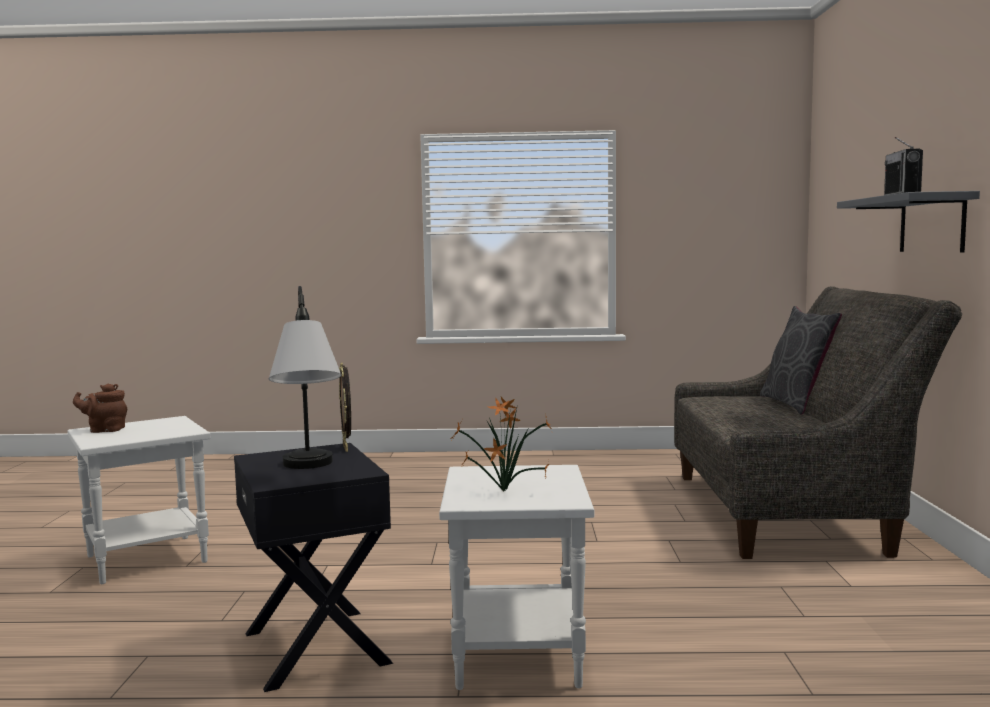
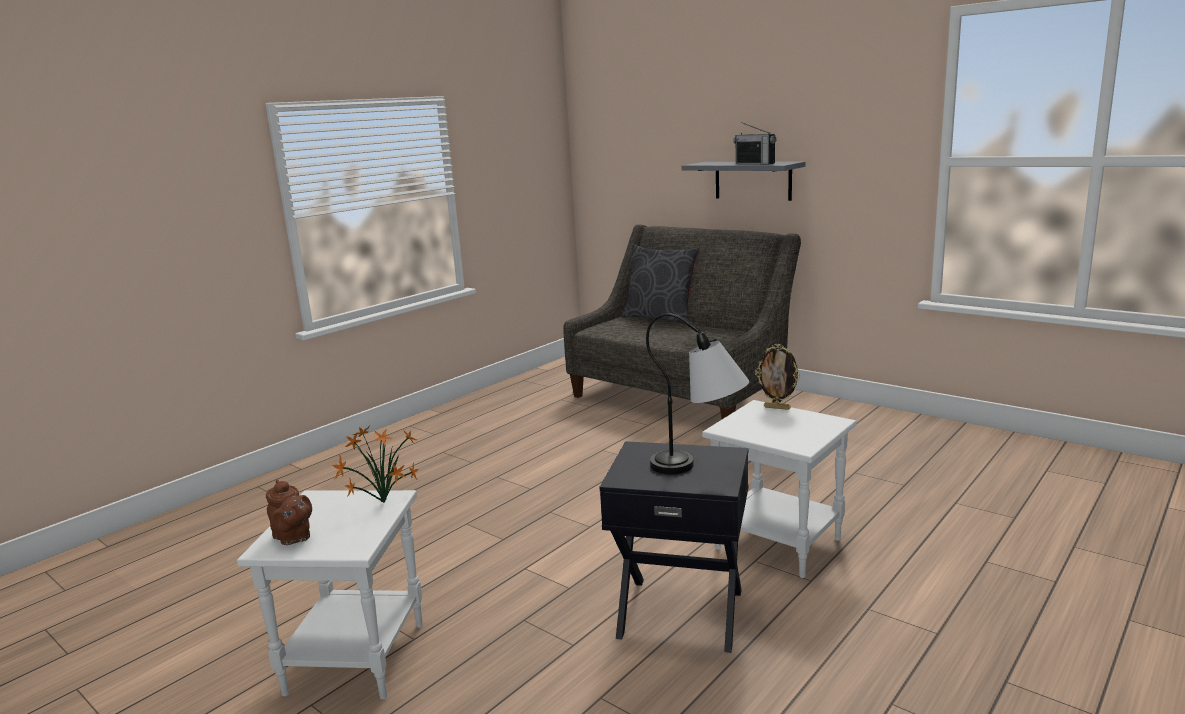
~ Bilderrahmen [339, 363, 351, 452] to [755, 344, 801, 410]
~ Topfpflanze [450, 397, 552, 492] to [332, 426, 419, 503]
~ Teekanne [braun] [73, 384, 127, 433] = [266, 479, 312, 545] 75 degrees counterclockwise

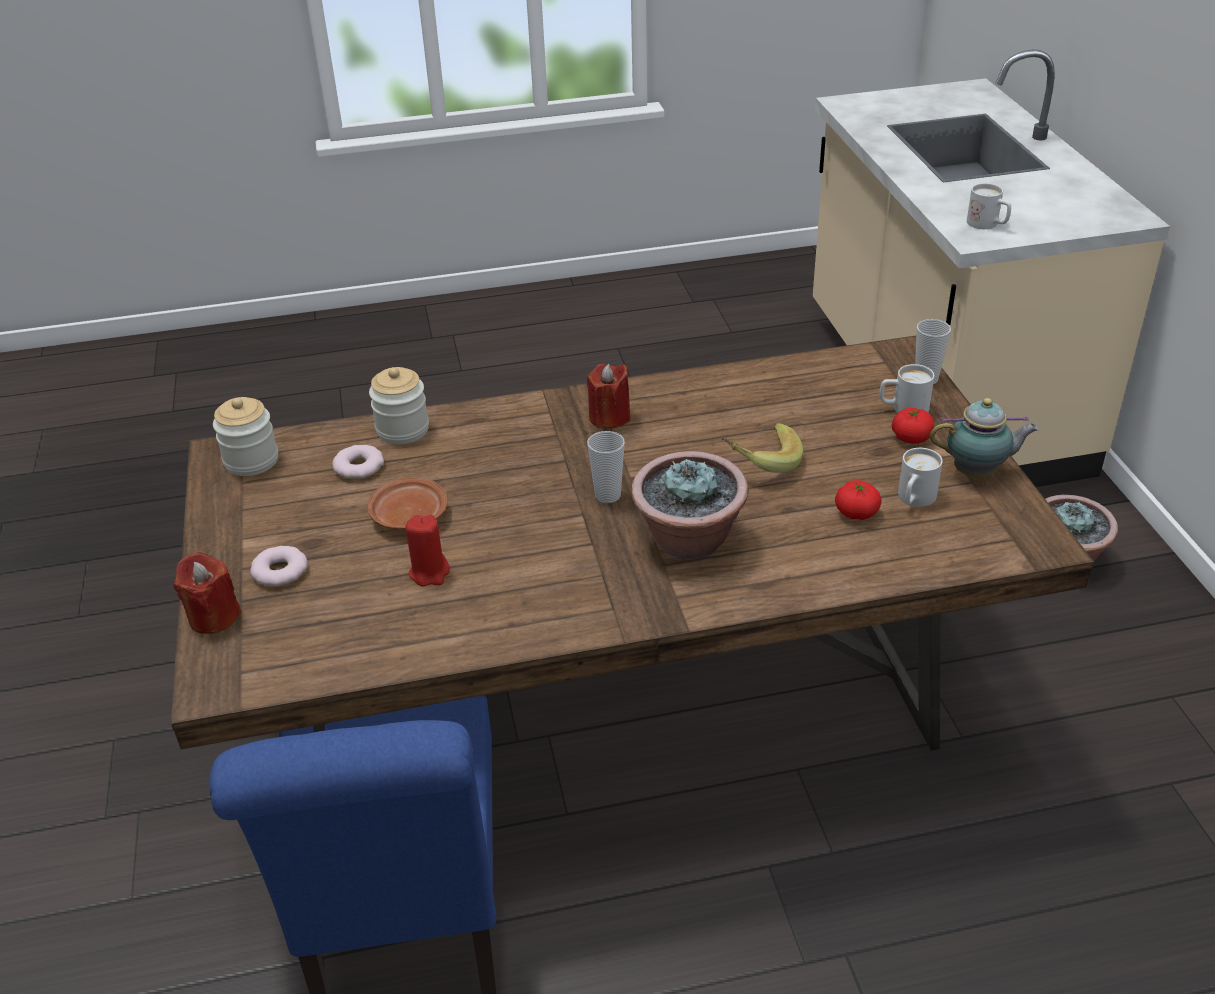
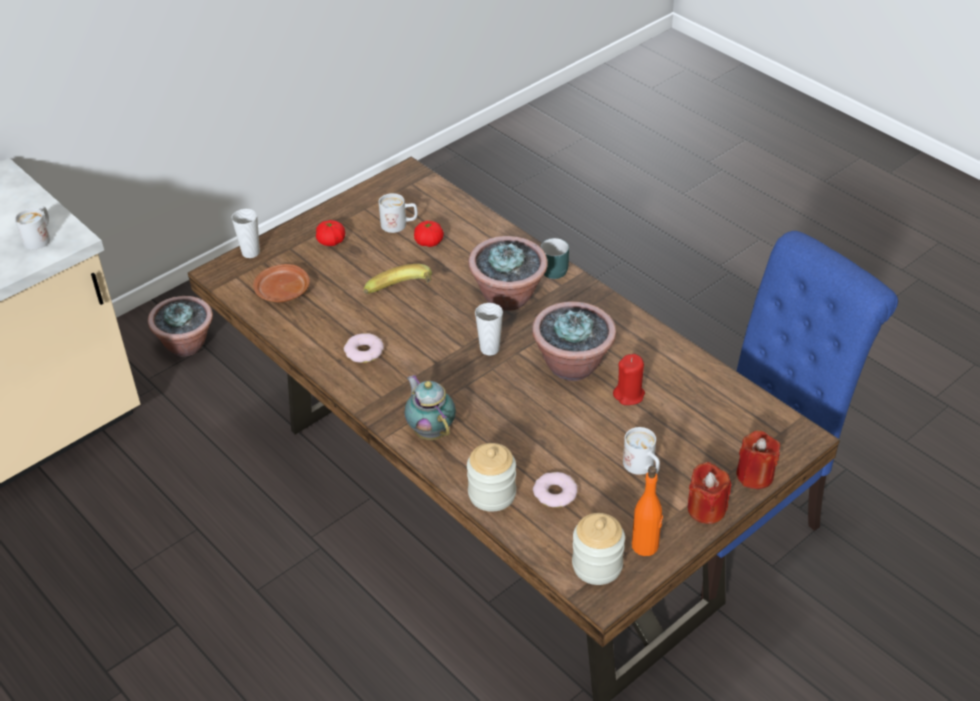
+ Topfpflanze [532, 302, 616, 381]
+ Henkelbecher [türkis] [540, 238, 569, 279]
+ Flasche [orange] [632, 466, 663, 556]
~ Donut [250, 546, 307, 587] to [344, 333, 384, 363]
~ Teller [braun] [367, 477, 448, 530] to [253, 264, 310, 302]
~ Kerze [rot] [587, 364, 630, 429] to [688, 462, 731, 524]
~ Henkelbecher [weiß] [879, 364, 934, 413] to [623, 427, 660, 475]
~ Teekanne [930, 398, 1039, 477] to [404, 375, 456, 440]

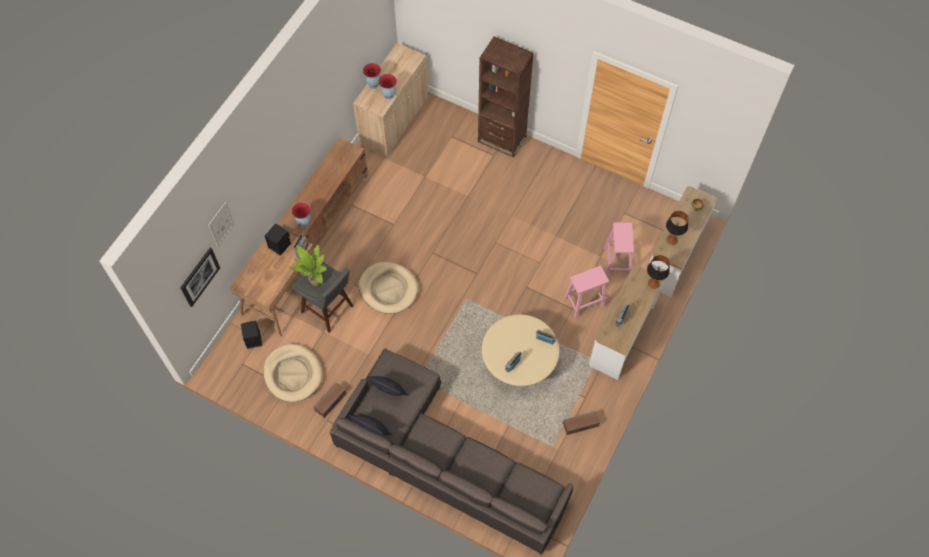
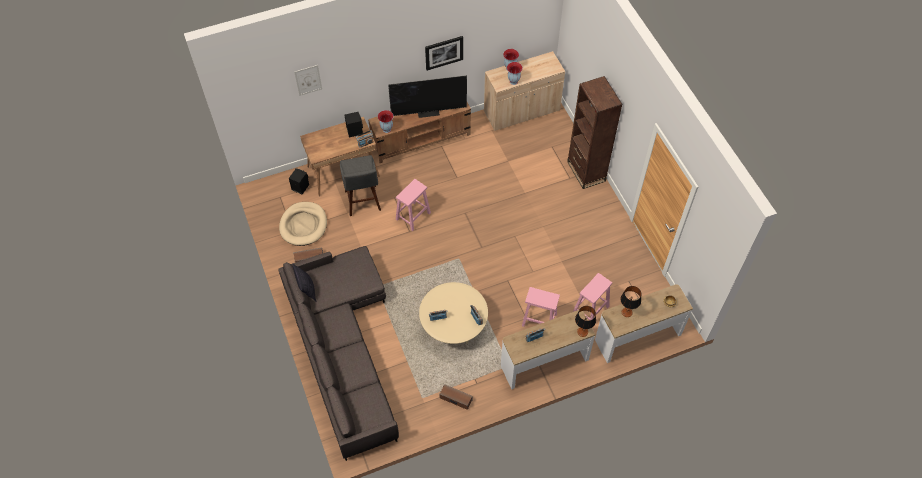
- Topfpflanze [289, 245, 327, 286]
- Kissen [366, 376, 408, 396]
+ Fernseher [388, 75, 467, 118]
~ Bild [180, 248, 220, 307] to [425, 36, 463, 71]
~ Hundebett [beige] [359, 262, 418, 314] to Hocker [rosa] [396, 179, 431, 231]

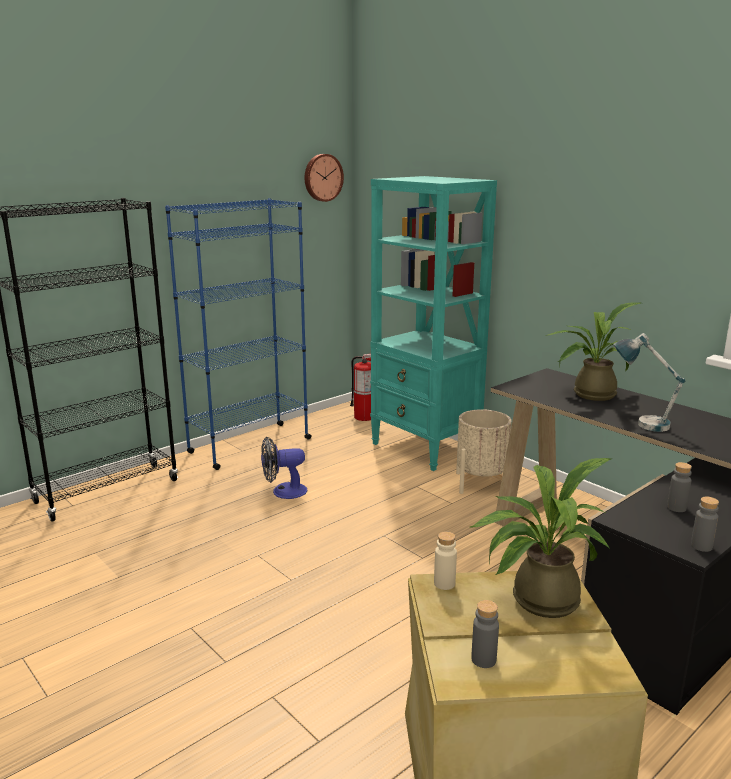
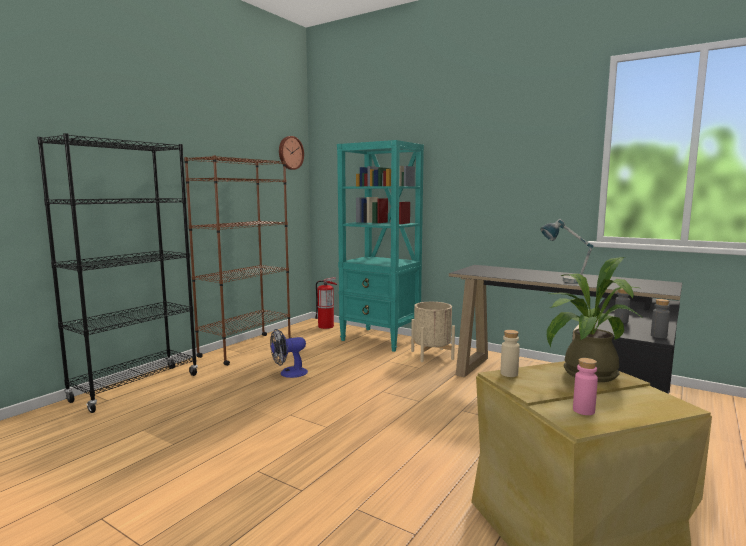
- Topfpflanze [545, 302, 640, 401]
~ Bücherregal [blau] [165, 198, 312, 470] to Bücherregal [braun] [184, 155, 291, 366]
~ Flasche [grau] [471, 600, 499, 668] to Flasche [rosa] [573, 358, 598, 415]

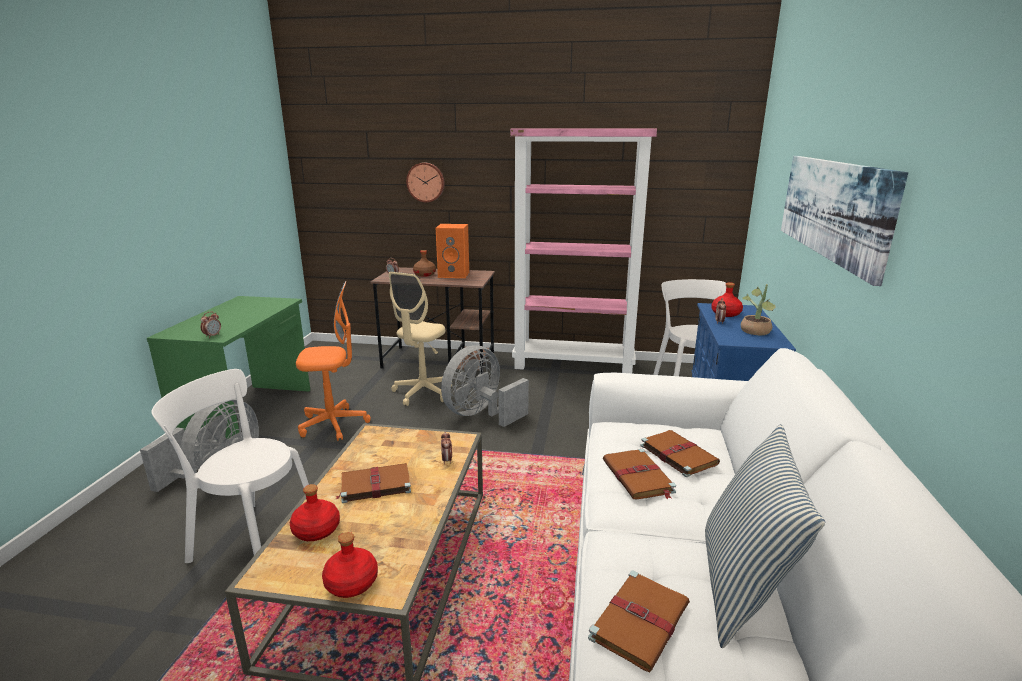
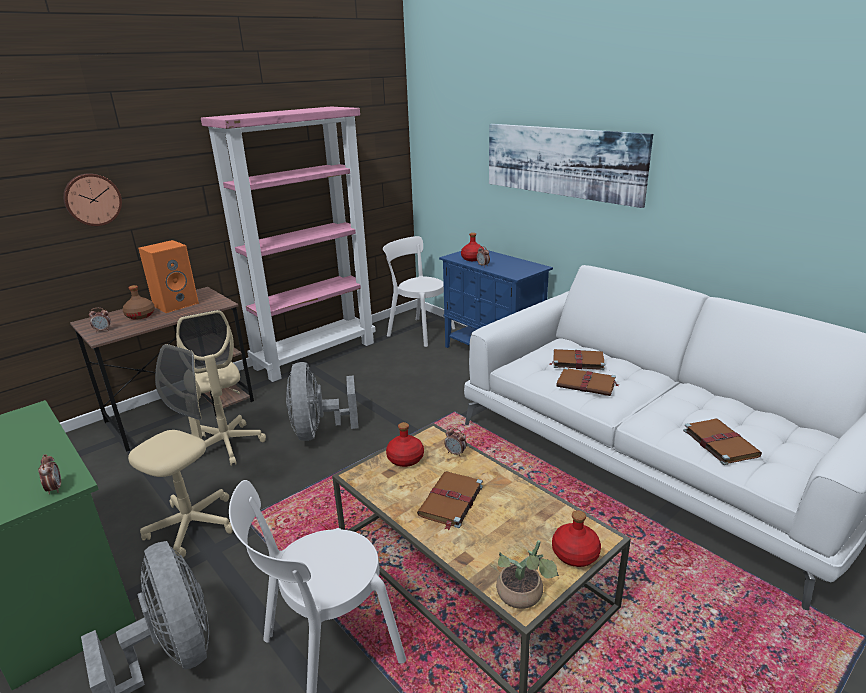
- Kissen [705, 424, 825, 648]
~ Flasche [rot] [290, 484, 340, 541] to [386, 422, 424, 467]
~ Topfpflanze [741, 284, 776, 335] to [496, 540, 559, 609]
~ Bürostuhl [orange] [296, 281, 371, 441] to Bürostuhl [beige] [128, 344, 233, 558]

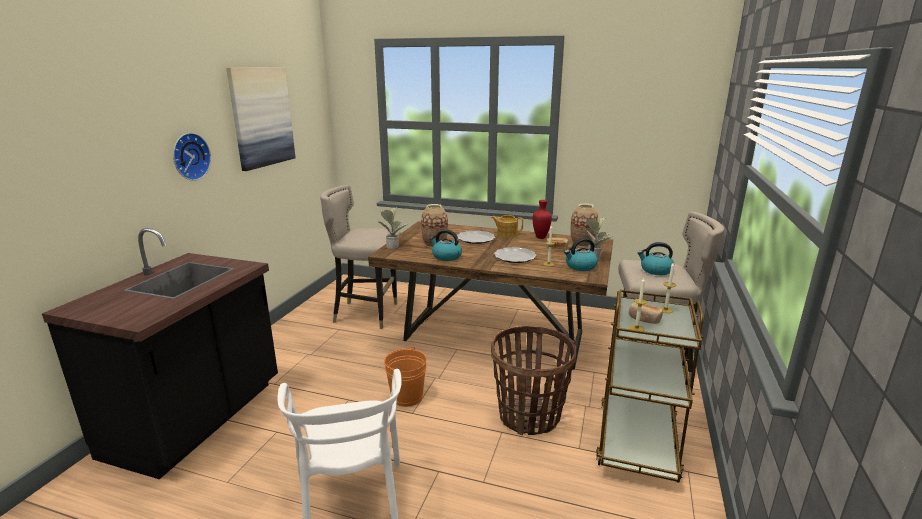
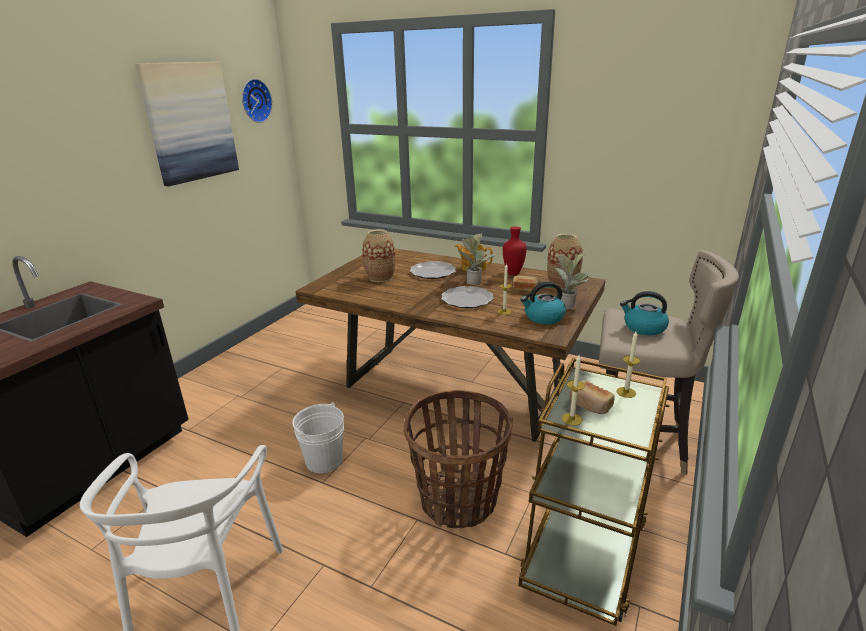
- Hocker [beige] [320, 185, 401, 329]
- Wasserkessel [430, 229, 462, 261]
~ Wanduhr [173, 133, 211, 181] to [242, 79, 272, 123]
~ Topfpflanze [378, 207, 408, 249] to [458, 233, 494, 285]
~ Eimer [orange] [384, 346, 427, 407] to Eimer [weiß] [292, 402, 344, 473]

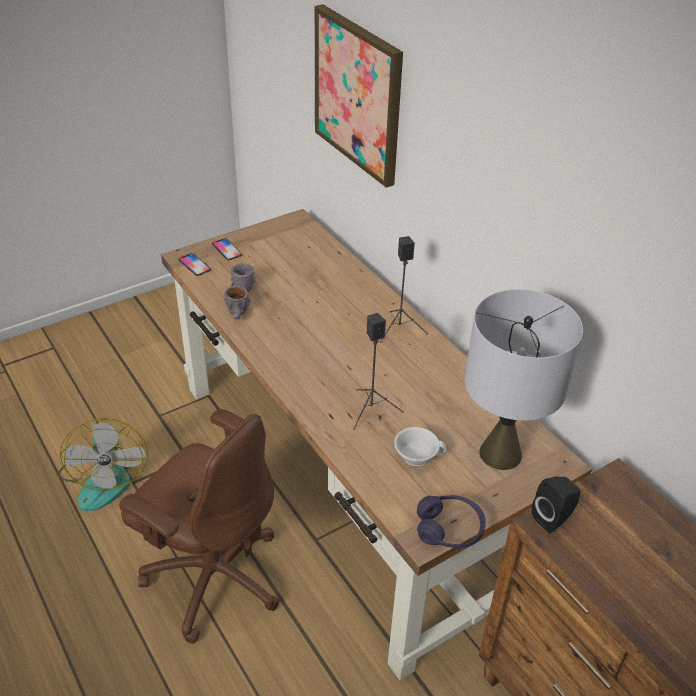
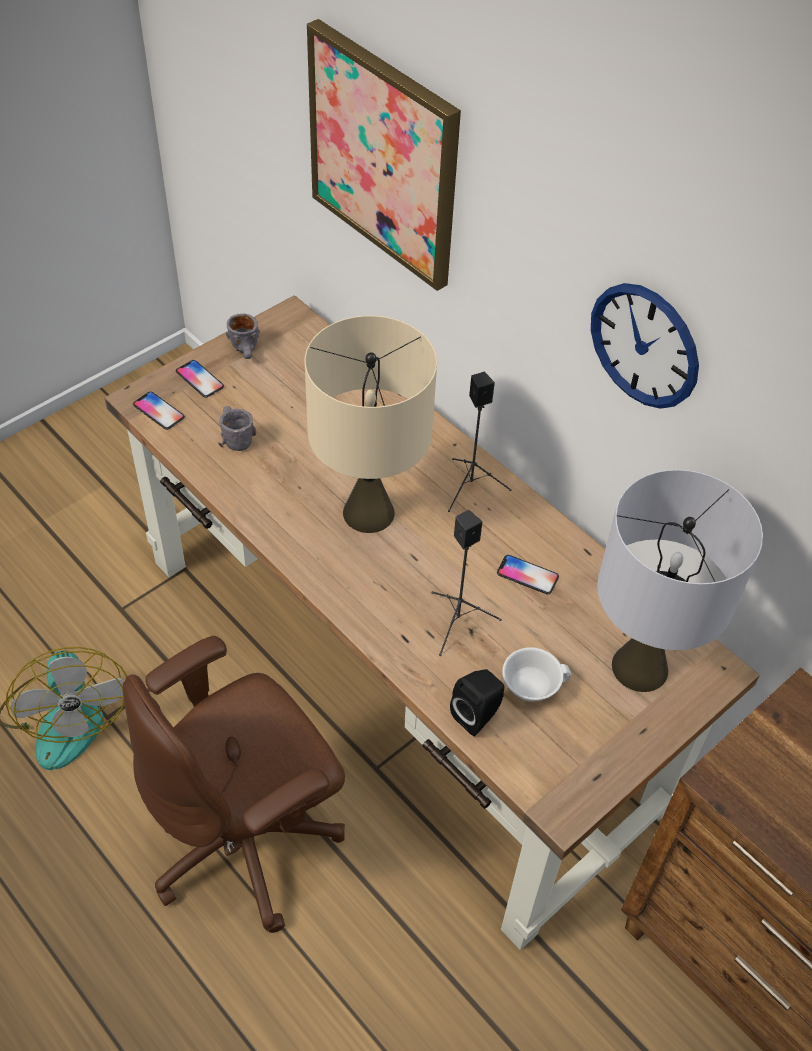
- Kopfhörer [lila] [417, 495, 486, 549]
+ Tischlampe [beige] [305, 316, 437, 533]
+ Handy [497, 555, 559, 594]
+ Wanduhr [591, 283, 699, 409]
~ Henkelbecher [grau] [224, 286, 251, 320] to [226, 314, 260, 359]
~ Lautsprecher [schwarz] [532, 476, 580, 533] to [450, 669, 504, 736]
~ Bürostuhl [braun] [119, 409, 280, 643] = [123, 636, 345, 933] 120 degrees clockwise

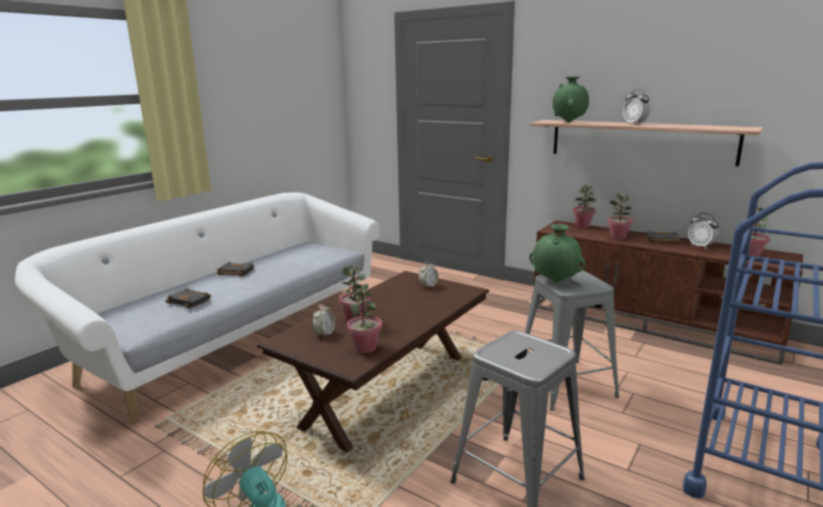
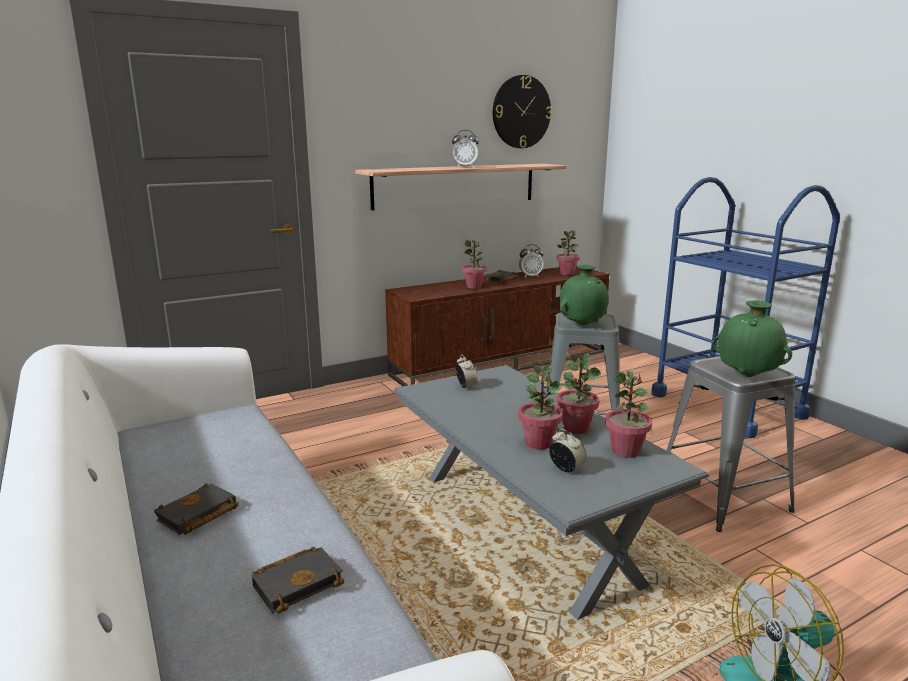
+ Wanduhr [493, 75, 552, 148]
~ Vase [grün] [553, 76, 589, 122] to [713, 300, 792, 377]
~ Topfpflanze [573, 185, 596, 228] to [556, 353, 601, 434]
~ Couchtisch [braun] [257, 271, 489, 452] to Couchtisch [grau] [394, 365, 709, 620]

